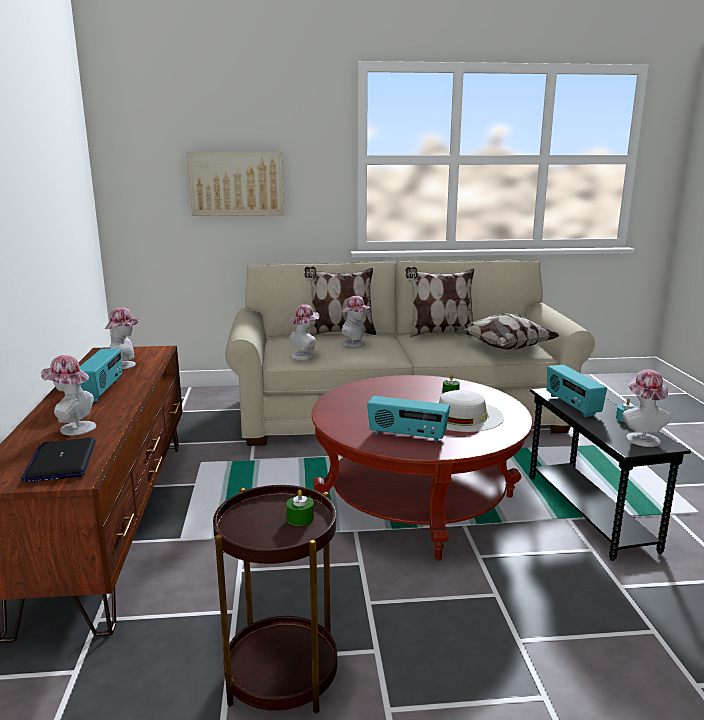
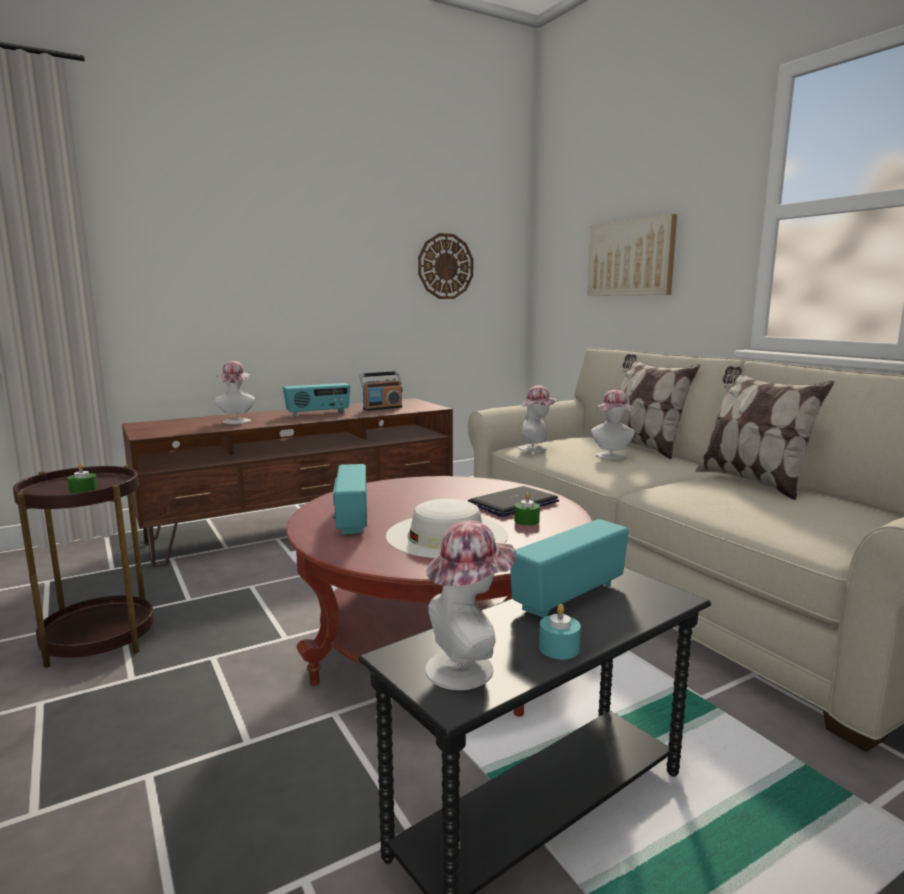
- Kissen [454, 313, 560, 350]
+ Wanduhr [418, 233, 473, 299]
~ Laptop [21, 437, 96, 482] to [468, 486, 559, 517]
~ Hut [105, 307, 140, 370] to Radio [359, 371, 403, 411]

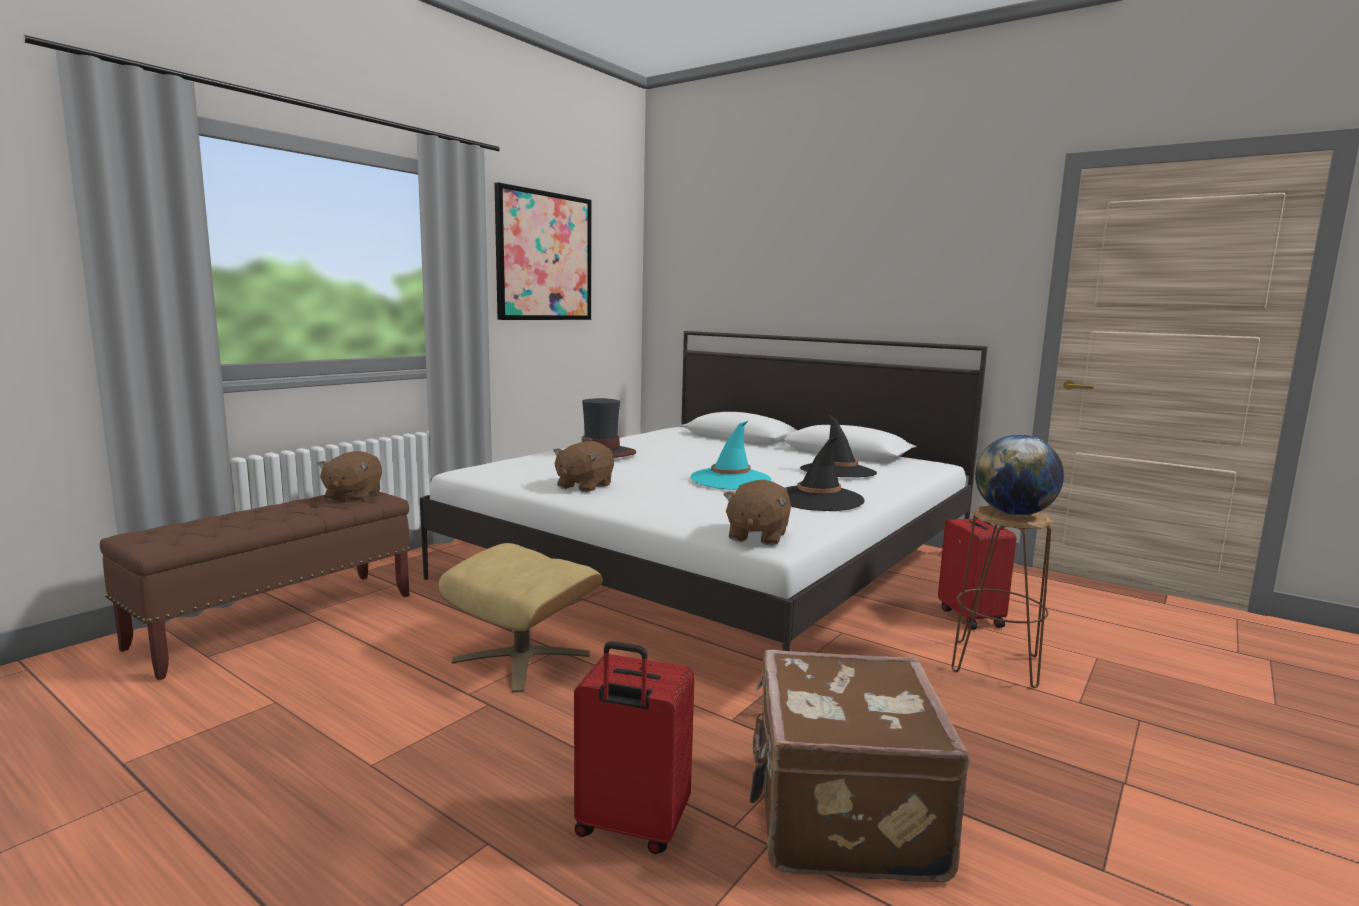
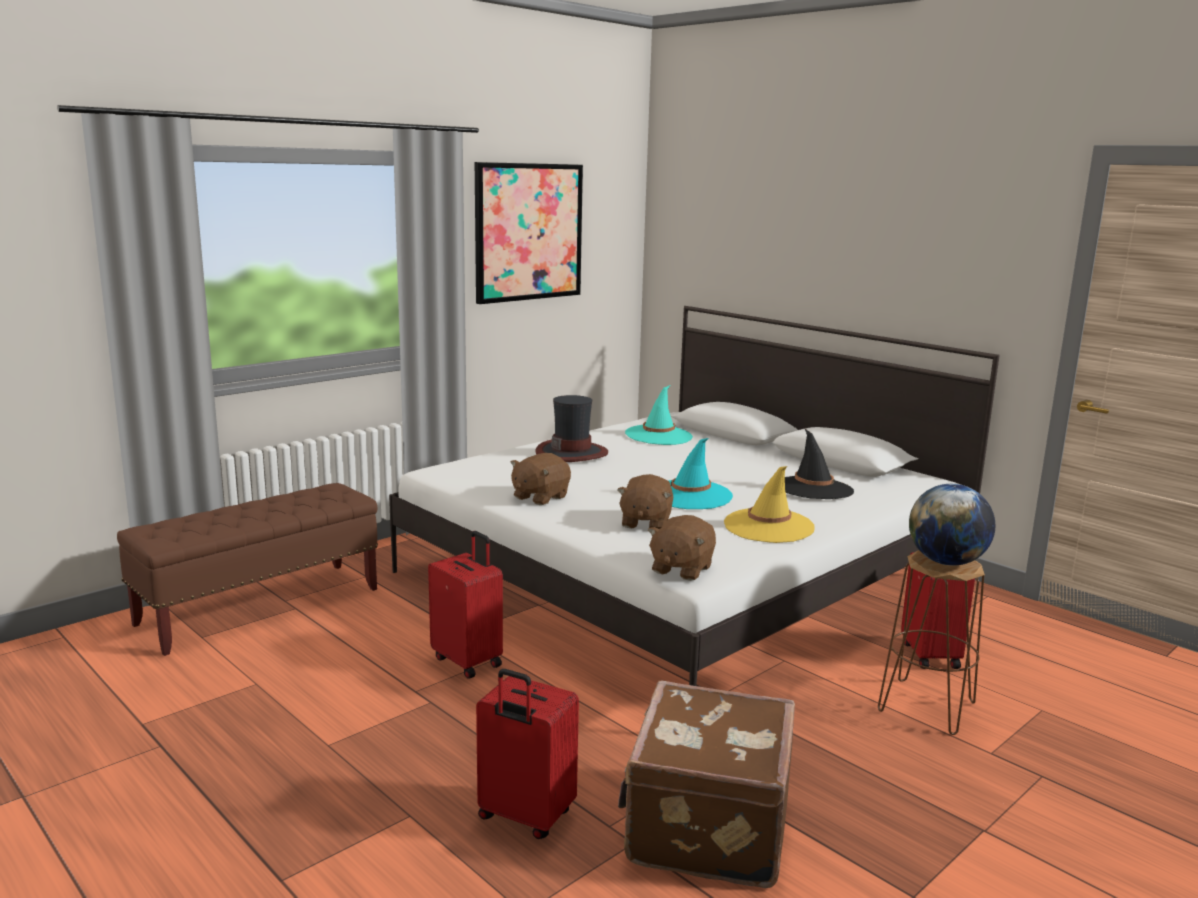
+ Hut [türkis] [625, 385, 693, 445]
~ Plüschtier [braun] [317, 451, 382, 502] to [617, 474, 673, 530]
~ Polsterhocker [beige] [438, 543, 603, 693] to Koffer [rot] [428, 531, 503, 678]
~ Hut [schwarz] [786, 436, 865, 511] to Hut [gelb] [724, 466, 815, 543]

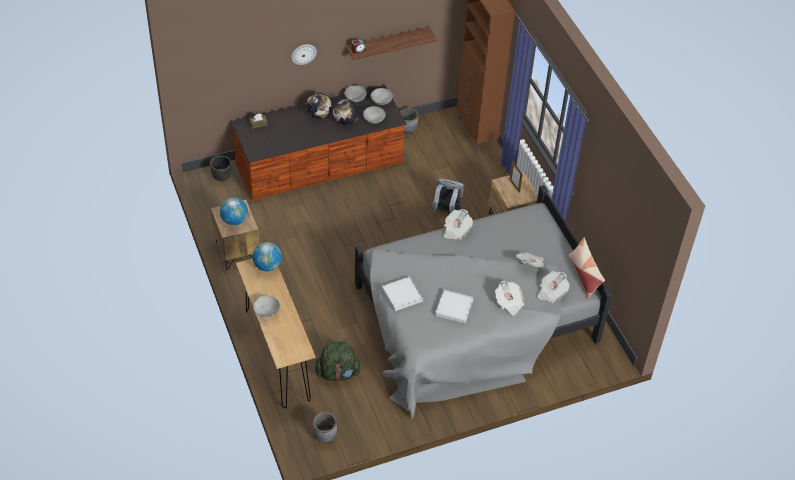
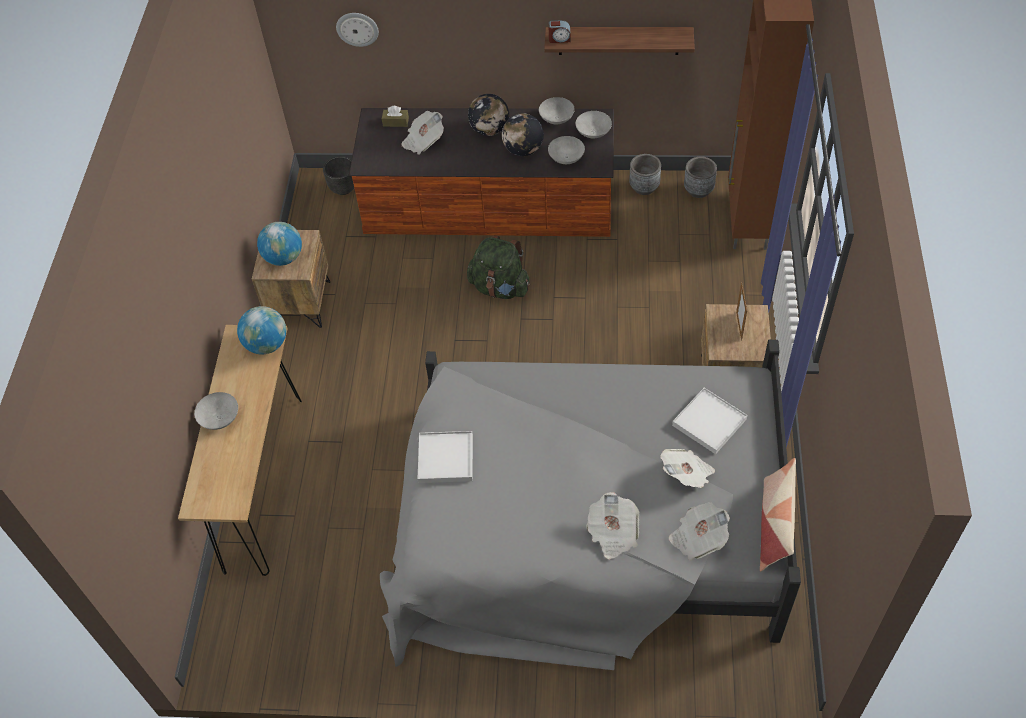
- Rucksack [grau] [431, 179, 464, 213]
~ Wanduhr [291, 44, 317, 65] to [336, 13, 379, 47]
~ Pflanzkübel [grau] [313, 412, 337, 443] to [684, 156, 717, 198]
~ Rucksack [grün] [315, 339, 362, 381] to [467, 235, 530, 299]
~ Tablett [weiß] [435, 290, 474, 323] to [672, 388, 747, 454]
~ Zeitung [444, 209, 473, 240] to [402, 111, 444, 155]

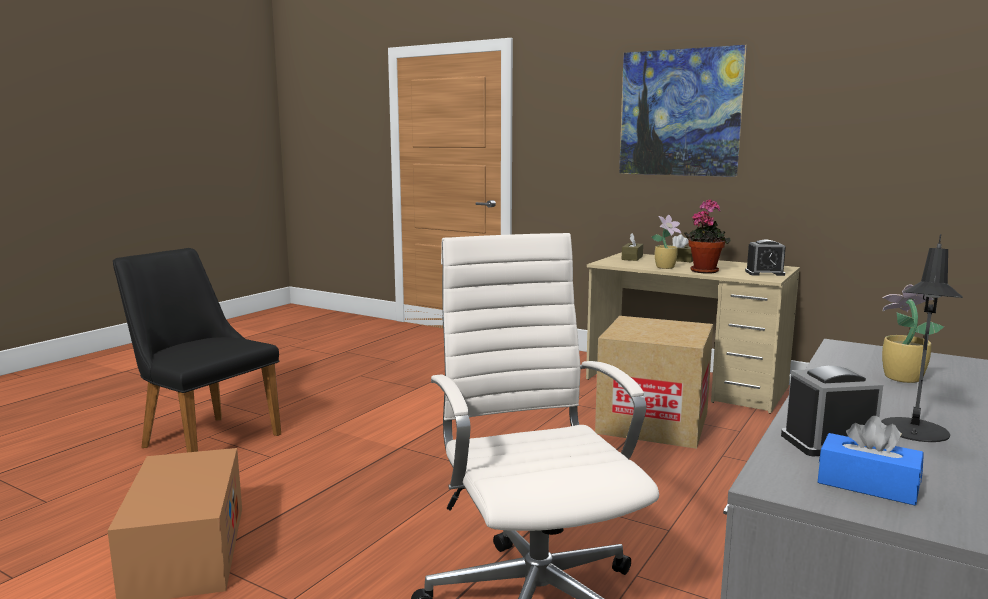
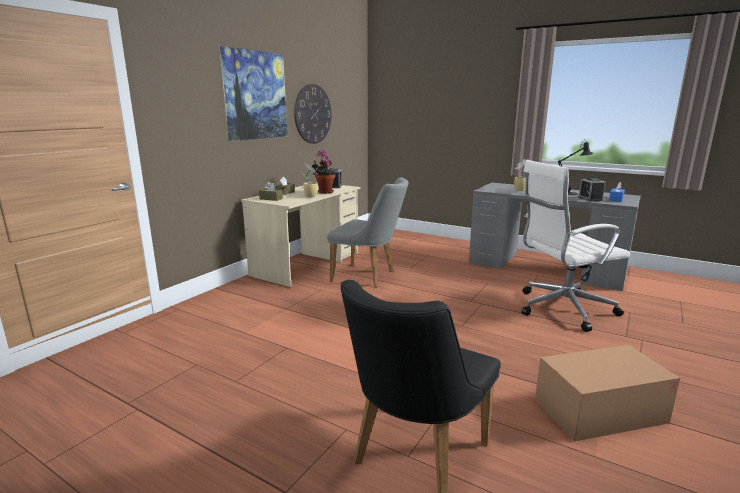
+ Wanduhr [294, 84, 331, 144]
~ Karton [595, 316, 713, 449] to Stuhl [grau] [327, 177, 408, 288]

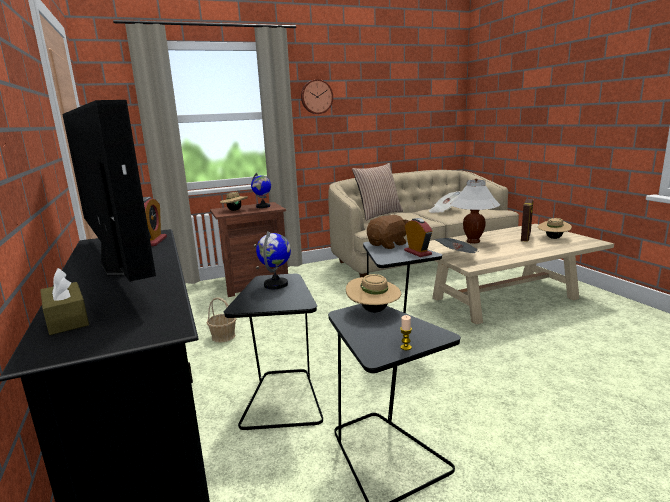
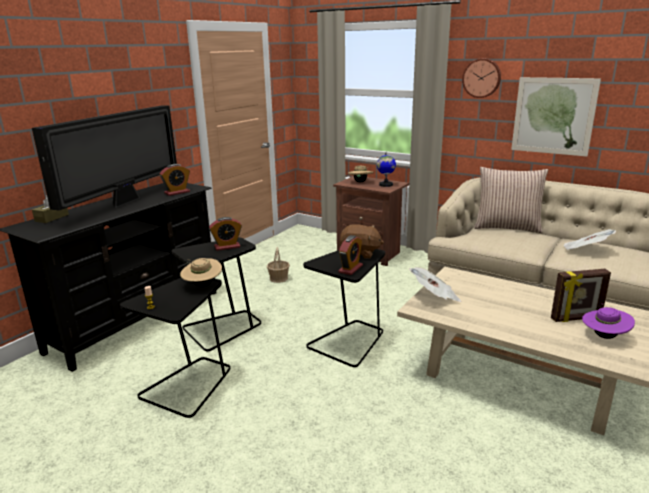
- Tischlampe [weiß] [451, 178, 500, 244]
+ Bild [511, 77, 601, 157]
~ Globus [256, 231, 291, 289] to Wecker [209, 217, 242, 251]
~ Hut [beige] [538, 218, 572, 239] to Hut [lila] [582, 303, 635, 339]

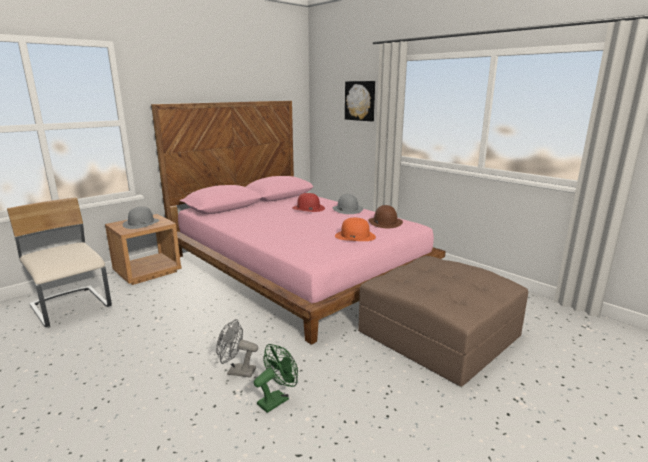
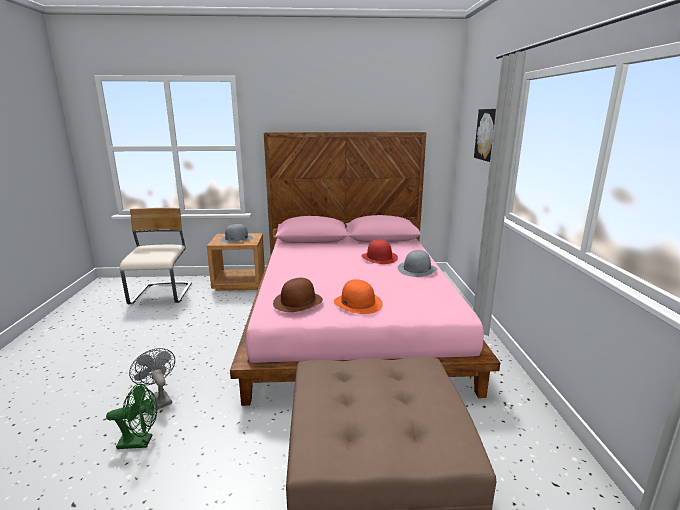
~ Hut [braun] [368, 205, 403, 228] to [273, 278, 323, 312]

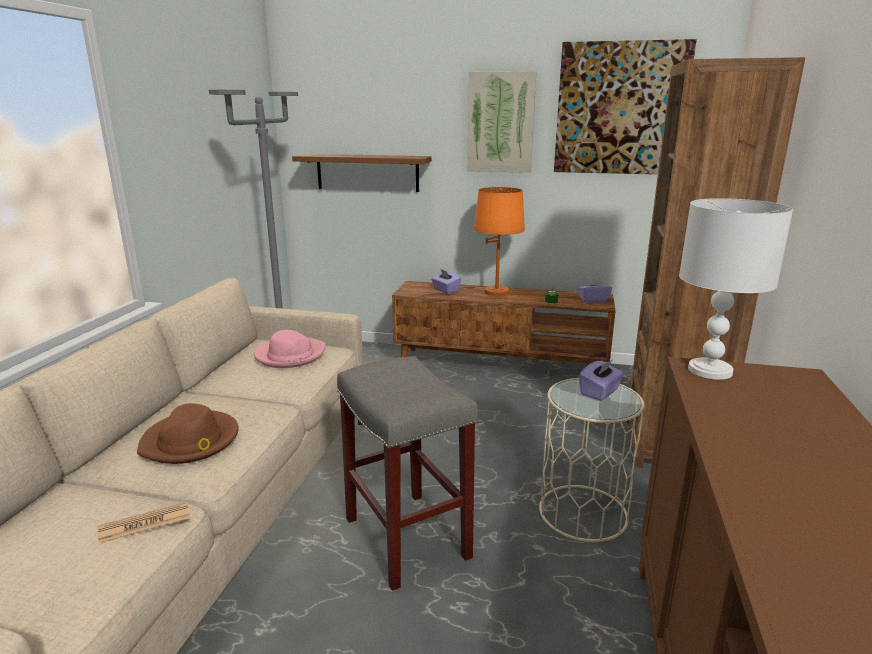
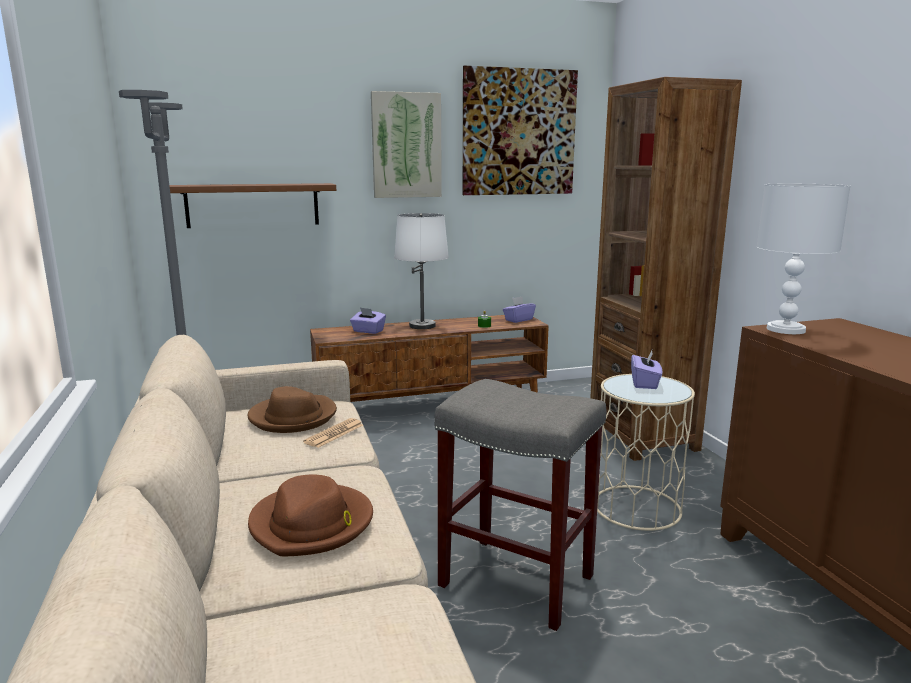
~ Zeitung [98, 502, 190, 544] to [303, 418, 363, 448]
~ Hut [rosa] [254, 330, 326, 368] to Hut [braun] [248, 386, 337, 433]
~ Tischlampe [orange] [474, 187, 525, 296] to Tischlampe [weiß] [394, 213, 449, 329]

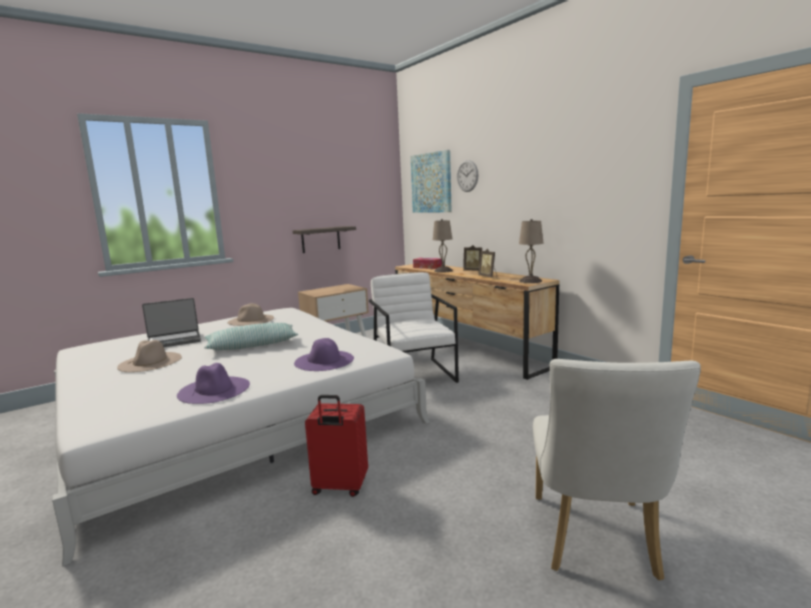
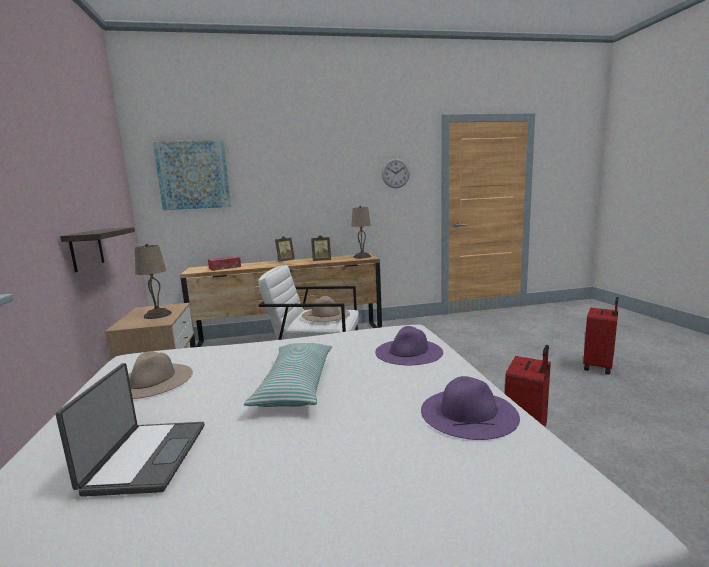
~ Hut [beige] [117, 340, 182, 372] to [302, 296, 350, 322]
~ Tischlampe [beige] [433, 219, 453, 273] to [135, 244, 172, 319]
~ Wanduhr [457, 160, 478, 192] to [382, 158, 410, 188]
~ Stuhl [weiß] [533, 359, 701, 581] to Koffer [rot] [583, 297, 619, 375]

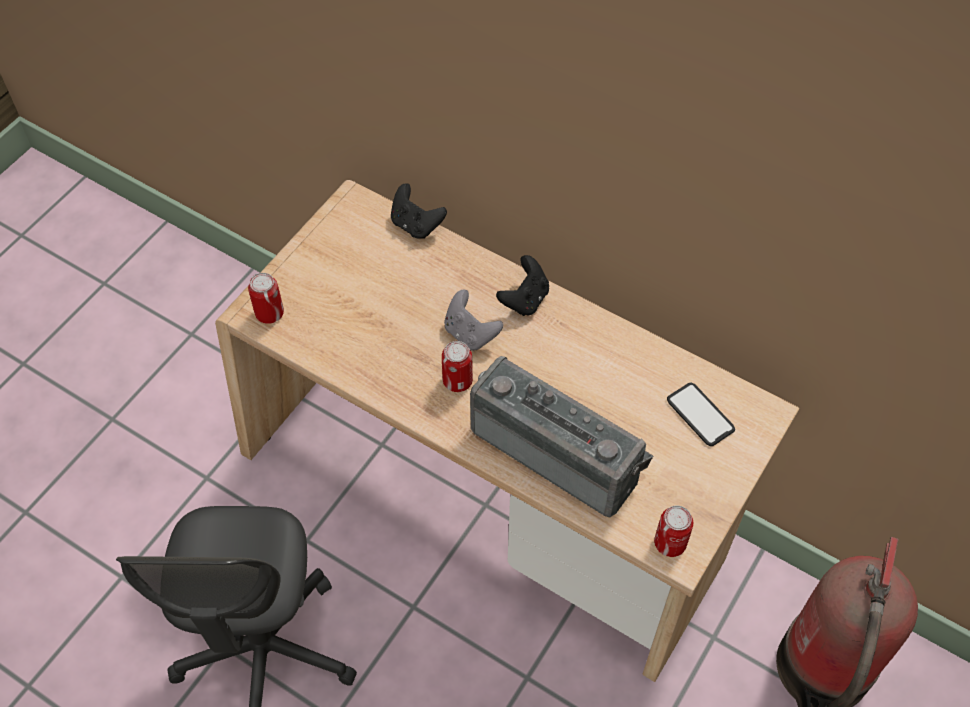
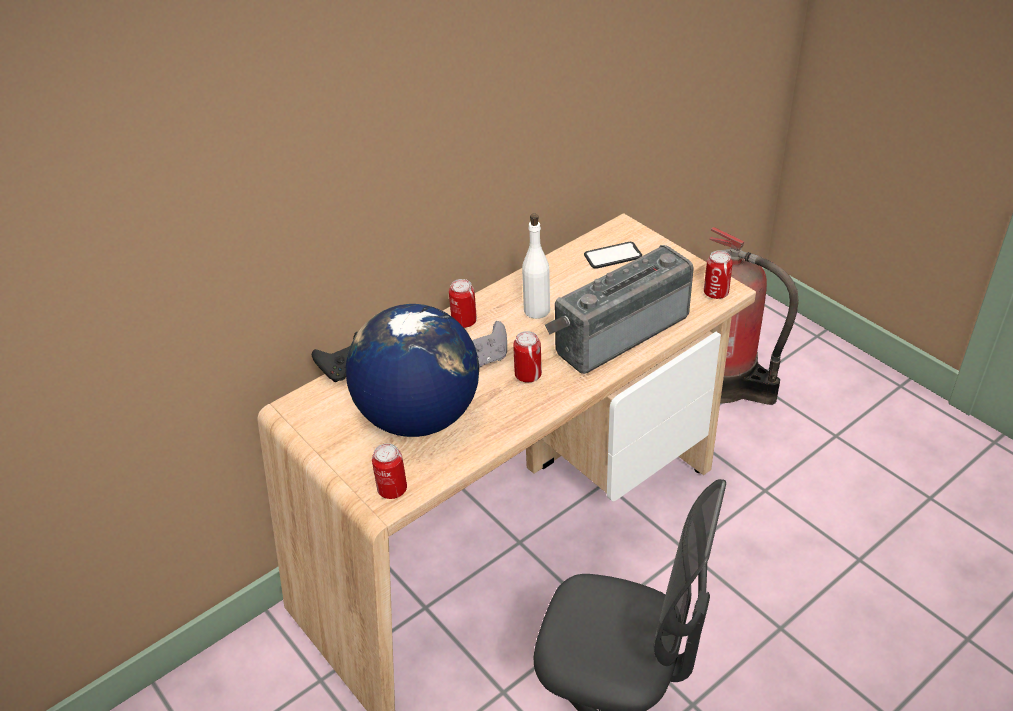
+ Globus [346, 304, 479, 437]
+ Flasche [weiß] [522, 213, 550, 319]
~ Gamepad [schwarz] [496, 255, 549, 316] to Dose [449, 279, 477, 328]

